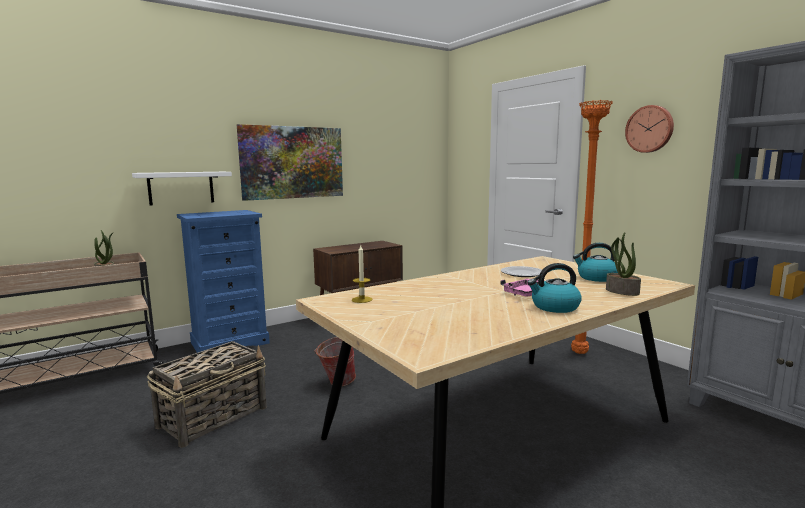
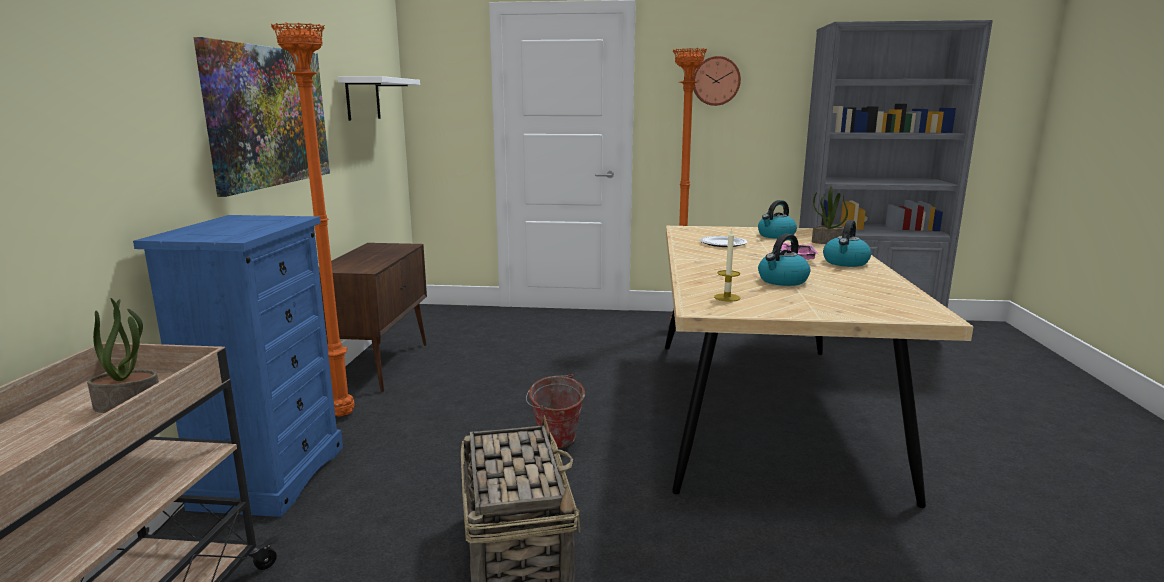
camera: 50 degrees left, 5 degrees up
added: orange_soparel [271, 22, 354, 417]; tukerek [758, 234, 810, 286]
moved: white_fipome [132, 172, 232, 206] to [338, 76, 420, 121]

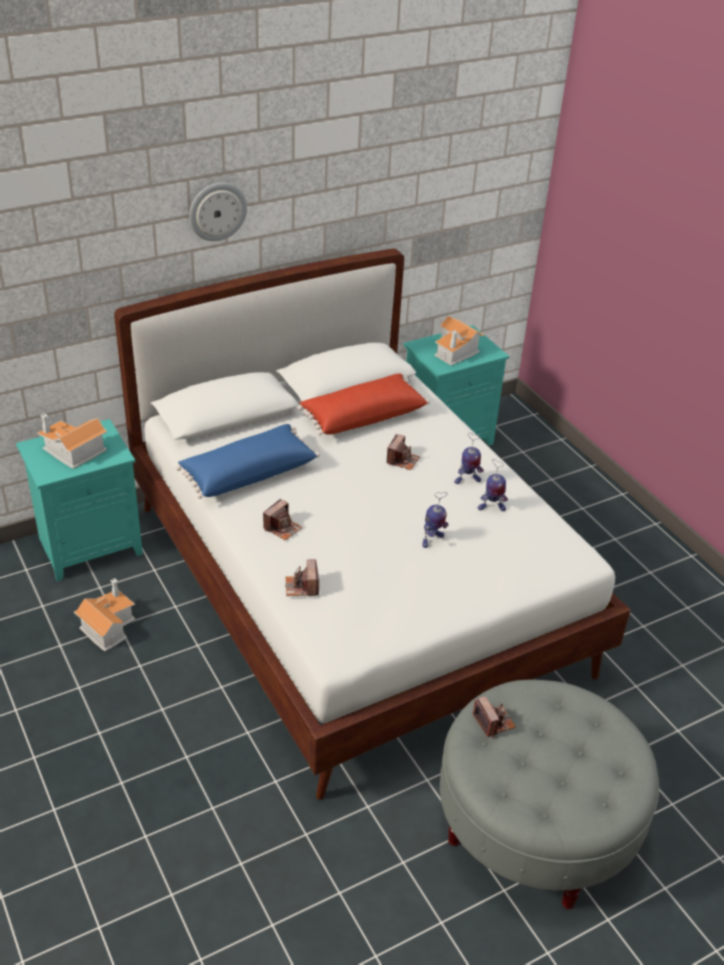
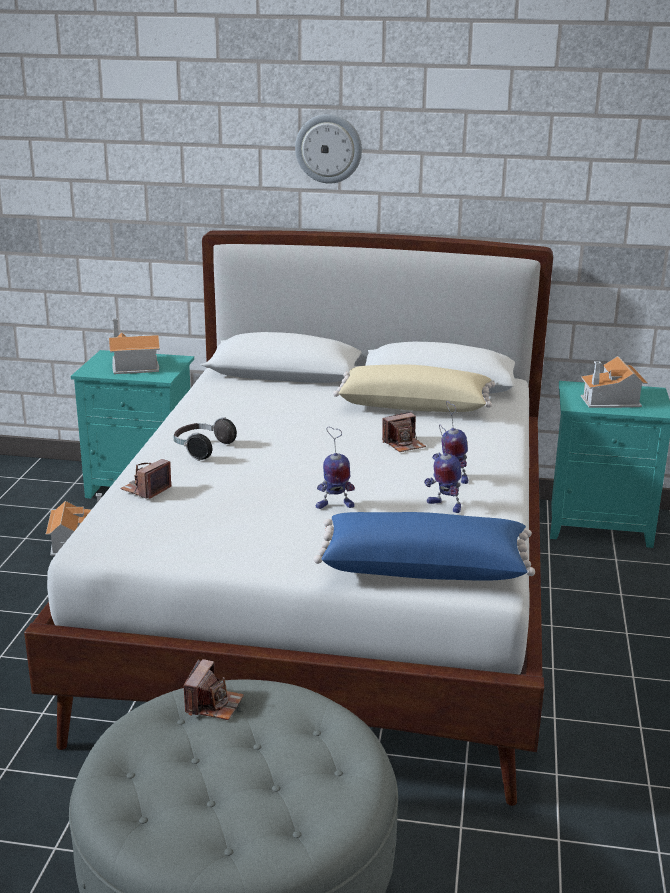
camera: 40 degrees right, 15 degrees down
moved: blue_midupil [176, 424, 320, 499] to [314, 512, 535, 581]
replaced: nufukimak [263, 499, 303, 541] to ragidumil [173, 417, 237, 461]
recoloured: red_midupil [297, 374, 430, 435] to beige_midupil [333, 365, 495, 412]

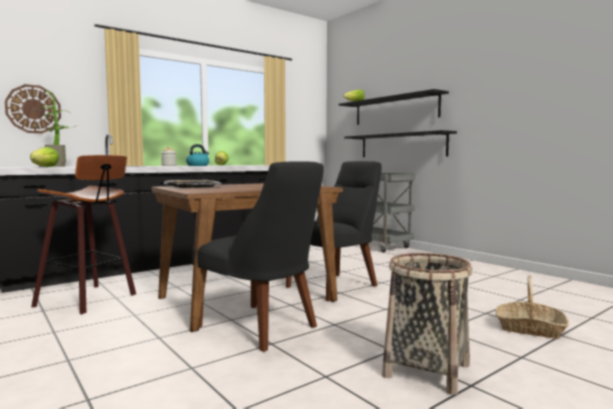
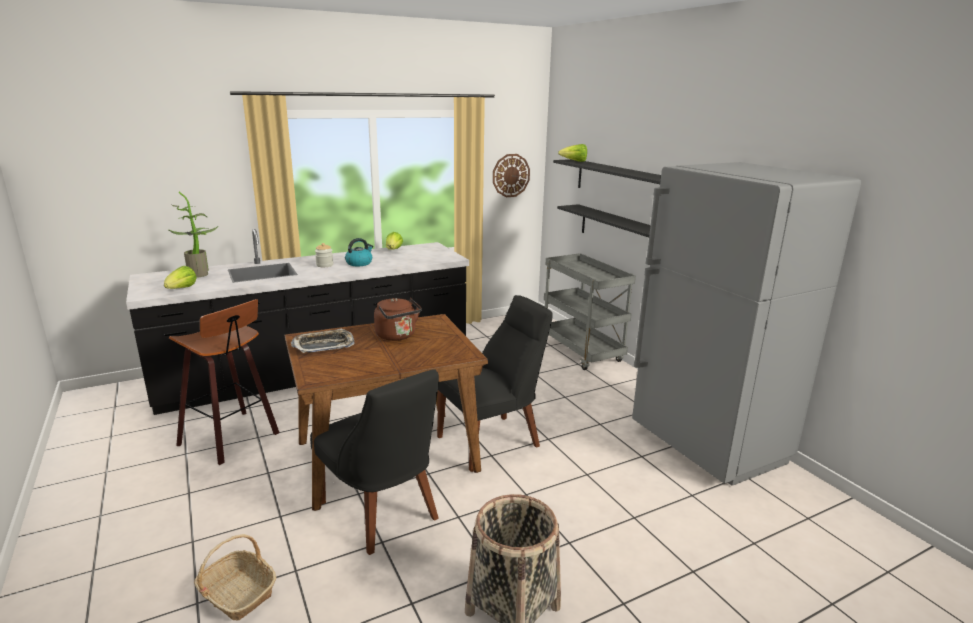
camera: 10 degrees right, 15 degrees up
added: brown_tukerek [374, 298, 422, 341]; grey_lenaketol [632, 162, 861, 486]
moved: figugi [5, 84, 61, 133] to [493, 154, 530, 197]; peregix [495, 275, 569, 339] to [194, 534, 277, 621]

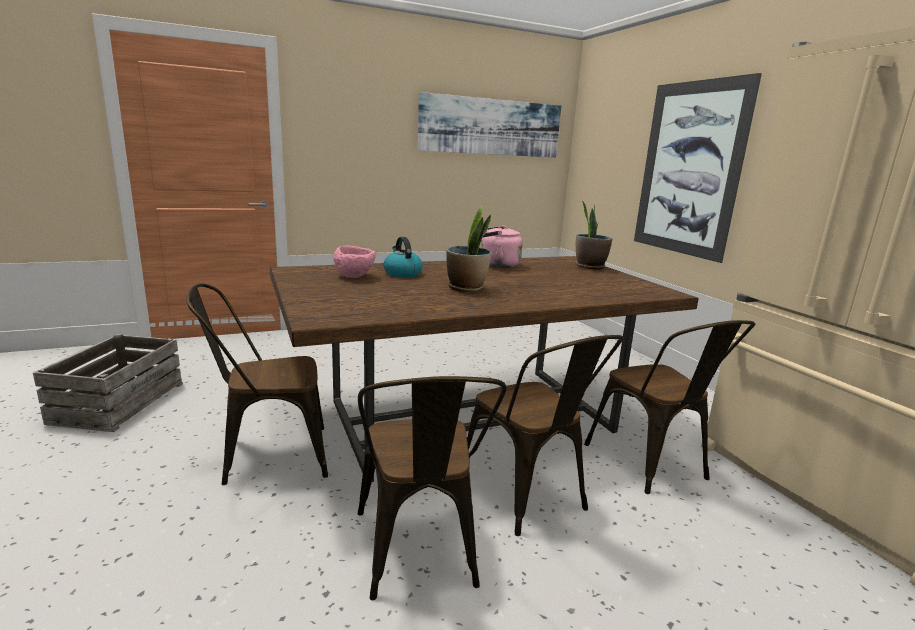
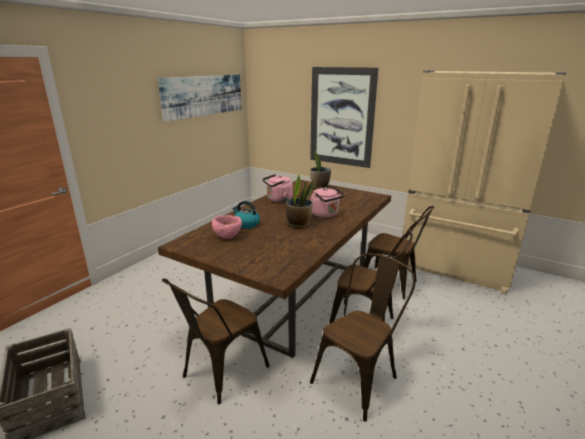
camera: 35 degrees left, 5 degrees up
added: pink_tukerek [311, 188, 345, 218]
turned: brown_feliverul [358, 376, 506, 600] = [310, 253, 415, 422] 90 degrees counterclockwise

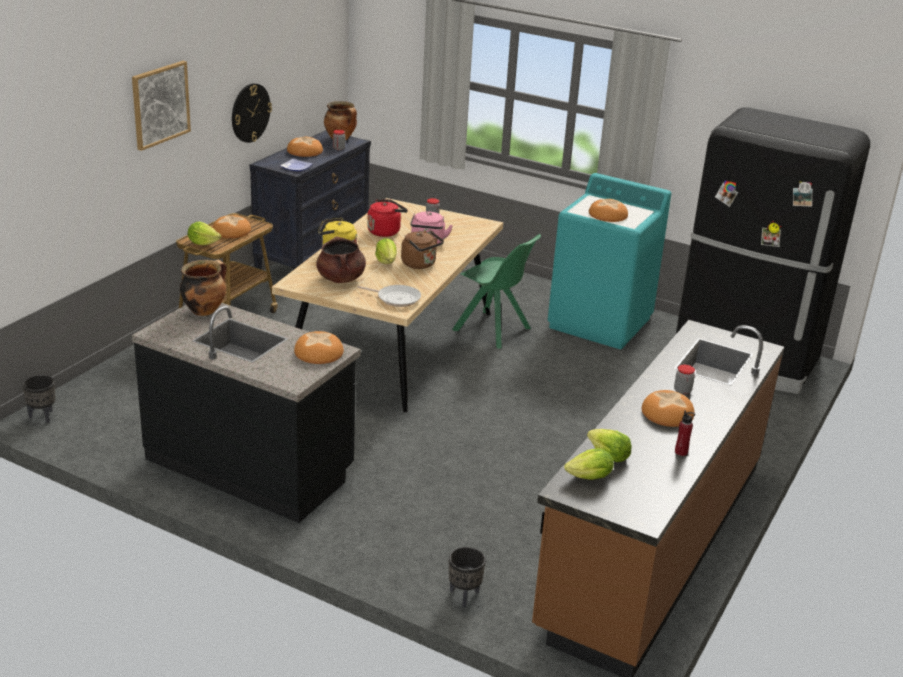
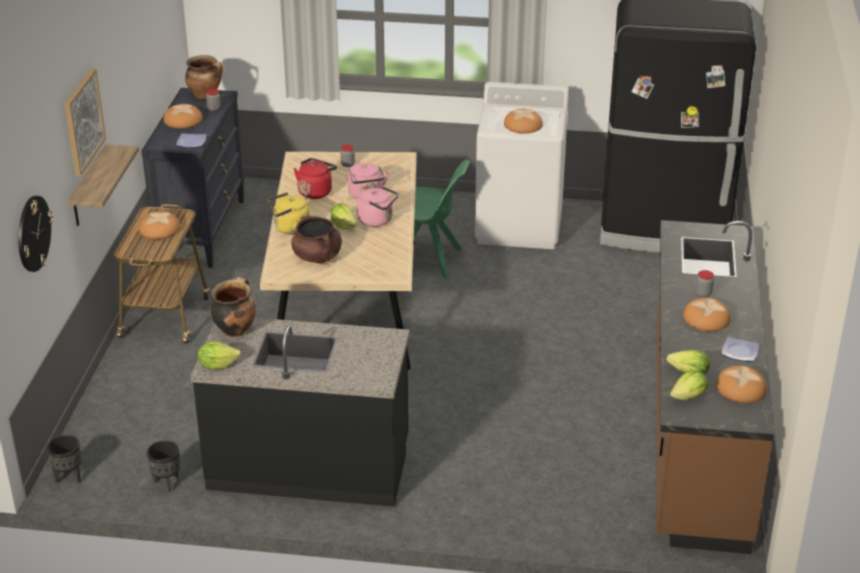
camera: 20 degrees left, 5 degrees up
removed: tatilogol [357, 285, 421, 307]
added: fipome [67, 144, 139, 226]
moved: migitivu [188, 222, 221, 245] to [198, 342, 241, 370]; figugi [232, 83, 272, 143] to [18, 196, 53, 272]; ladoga [294, 331, 344, 364] to [716, 366, 767, 403]; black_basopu [449, 547, 486, 607] to [147, 440, 180, 492]
replaced: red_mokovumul [675, 410, 695, 456] to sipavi [722, 337, 759, 362]
recoloured: brown_tukerek [401, 231, 444, 269] to pink_tukerek [357, 186, 399, 227]; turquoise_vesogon [547, 173, 671, 349] to white_vesogon [475, 82, 569, 249]

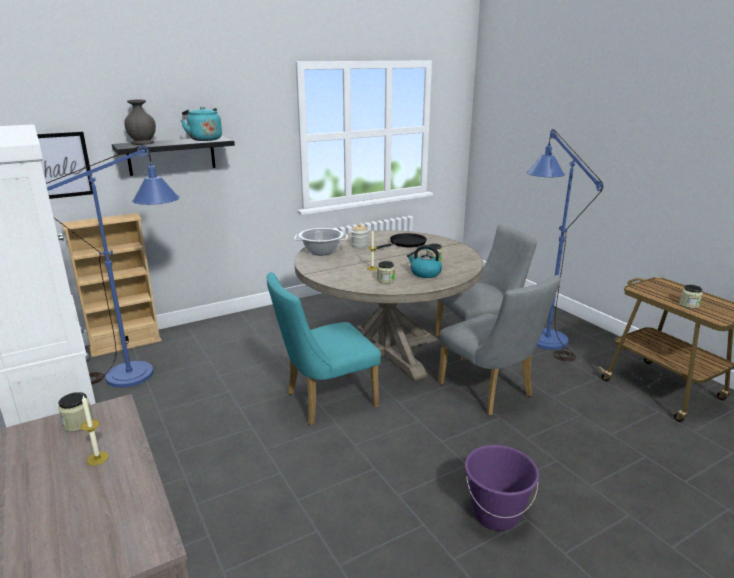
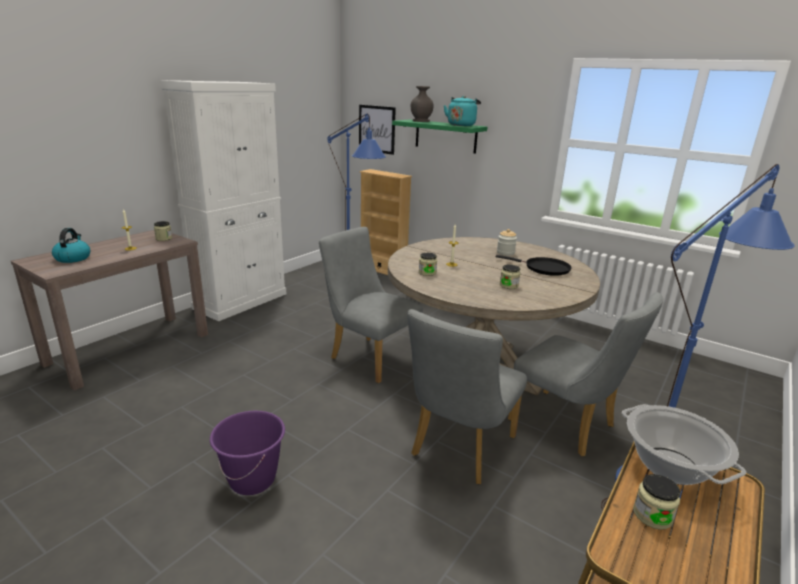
camera: 65 degrees right, 0 degrees up
moved: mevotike [294, 228, 348, 255] to [622, 404, 746, 485]; tukerek [407, 245, 442, 278] to [52, 228, 90, 263]
recoloured: black_fipome [112, 136, 235, 176] to green_fipome [392, 120, 487, 154]; turquoise_feliverul [267, 272, 381, 425] to grey_feliverul [319, 227, 423, 383]

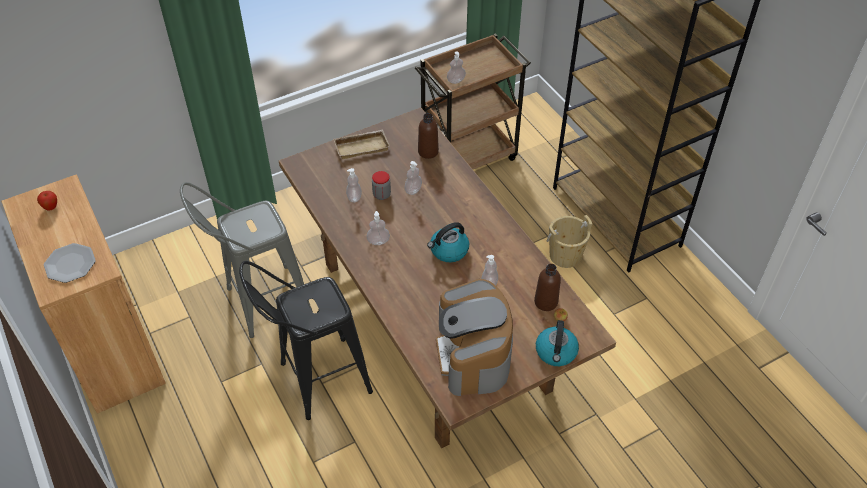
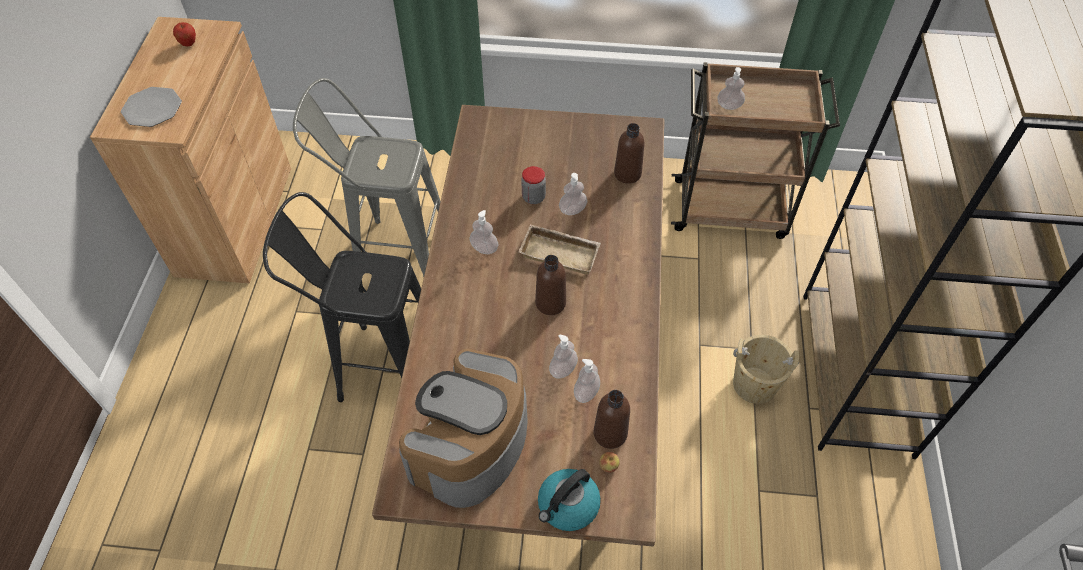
camera: 35 degrees right, 5 degrees up
moved: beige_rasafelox [333, 130, 390, 159] to [519, 224, 601, 275]; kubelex [346, 168, 362, 202] to [574, 359, 600, 403]
replaced: tukerek [427, 222, 469, 262] to brown_mokovumul [535, 255, 566, 315]

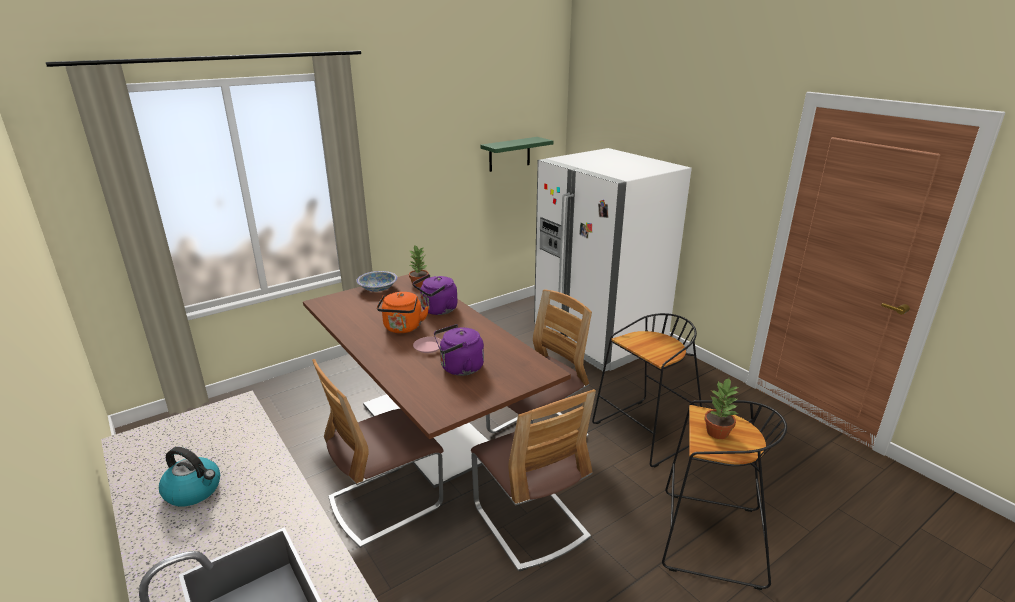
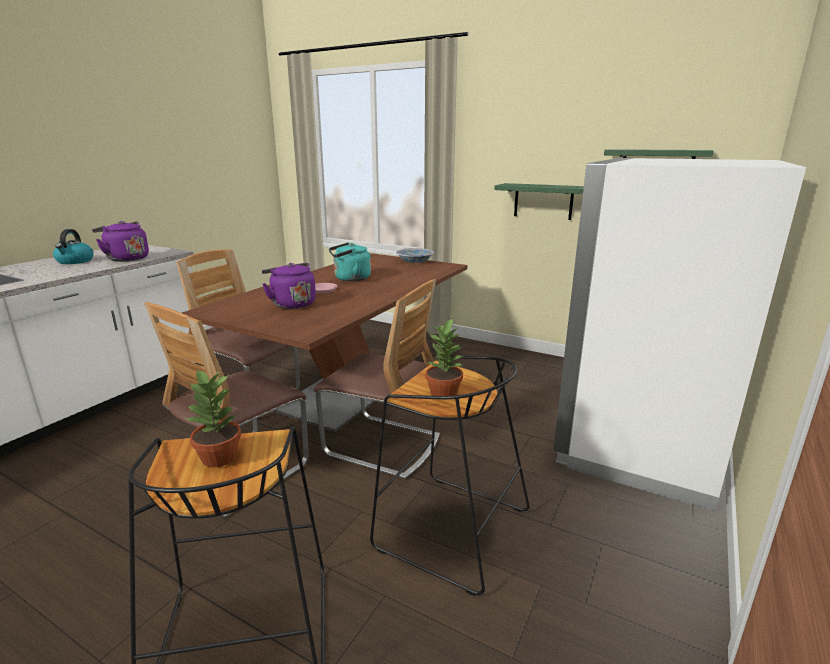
camera: 65 degrees right, 5 degrees down
added: green_fipome [494, 183, 584, 220]
moved: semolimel [409, 246, 429, 287] to [425, 317, 463, 400]; purple_tukerek [413, 274, 457, 315] to [92, 221, 149, 262]
recoloured: orange_tukerek [377, 292, 429, 333] to turquoise_tukerek [329, 242, 371, 282]

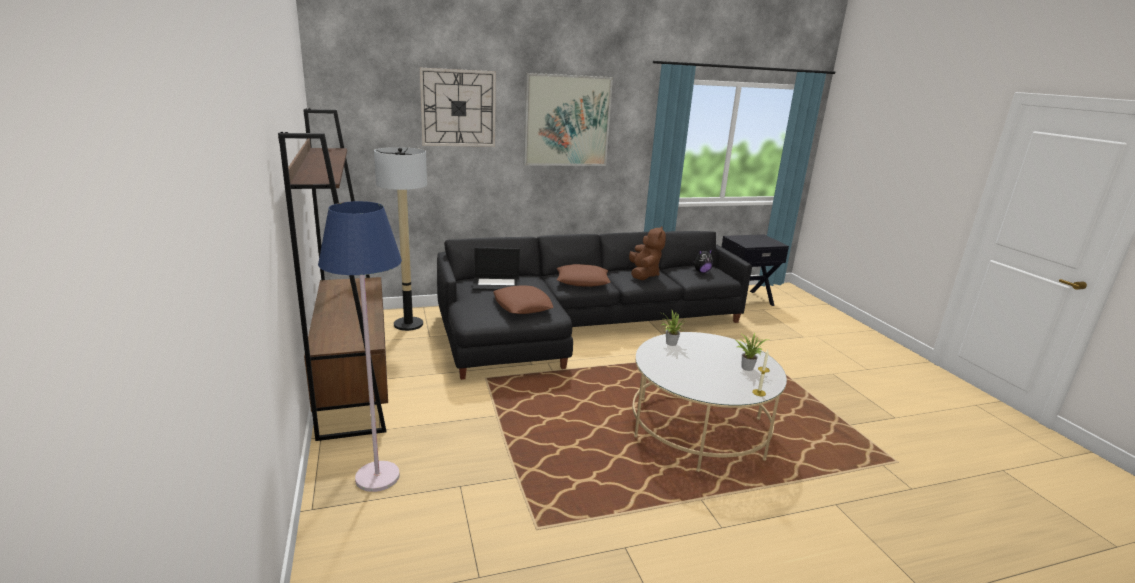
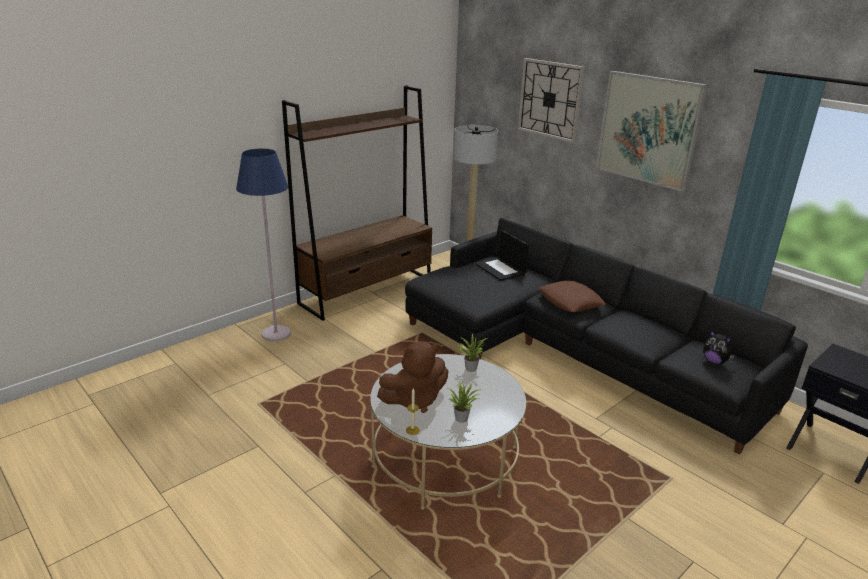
camera: 65 degrees right, 5 degrees up
removed: brown_midupil [493, 285, 553, 314]
moved: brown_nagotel [629, 226, 666, 280] to [377, 341, 448, 413]

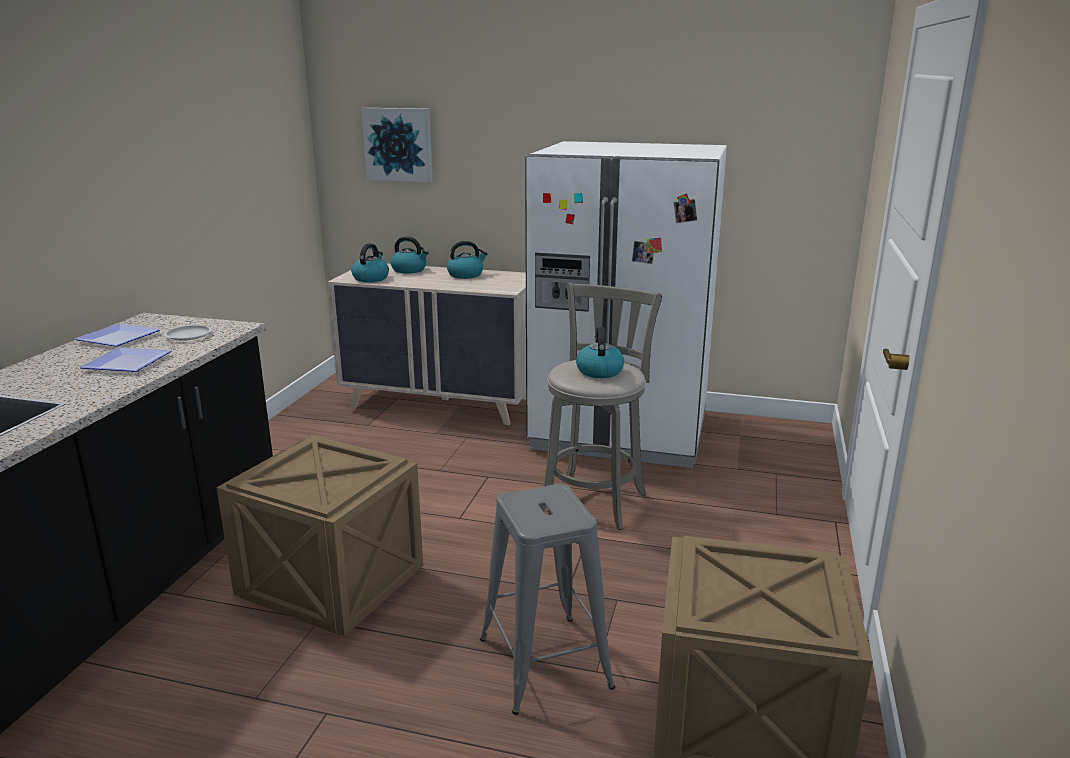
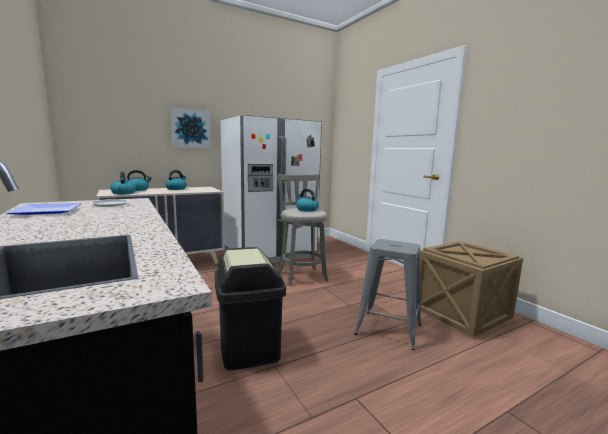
camera: 45 degrees left, 10 degrees down
removed: sipavi [79, 347, 172, 372]
moved: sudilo [362, 108, 433, 182] to [171, 108, 211, 148]
replaced: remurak [216, 435, 423, 636] to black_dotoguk [215, 247, 286, 370]

